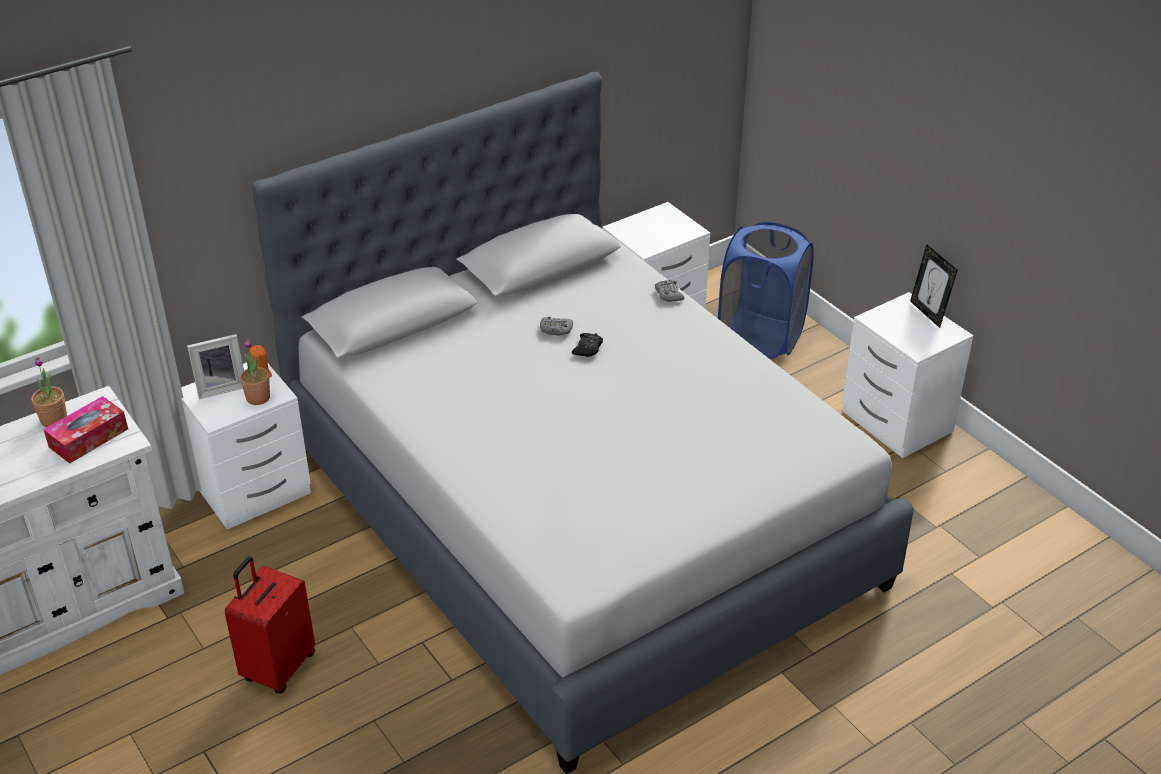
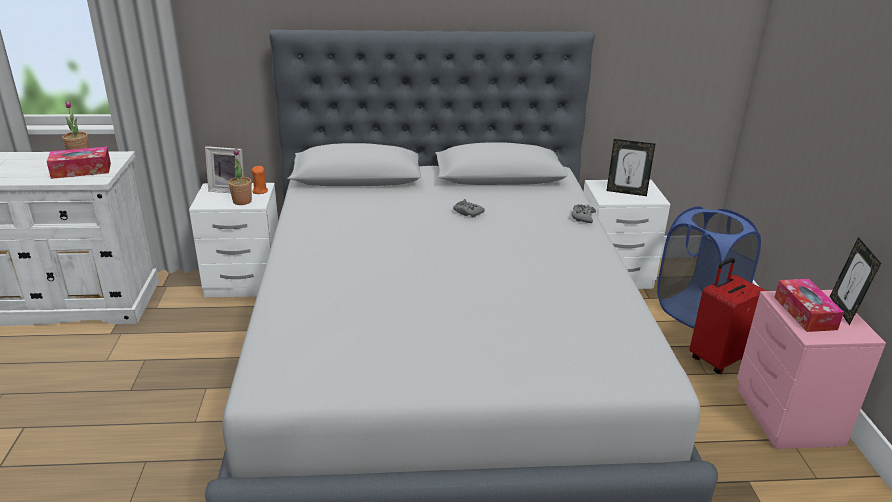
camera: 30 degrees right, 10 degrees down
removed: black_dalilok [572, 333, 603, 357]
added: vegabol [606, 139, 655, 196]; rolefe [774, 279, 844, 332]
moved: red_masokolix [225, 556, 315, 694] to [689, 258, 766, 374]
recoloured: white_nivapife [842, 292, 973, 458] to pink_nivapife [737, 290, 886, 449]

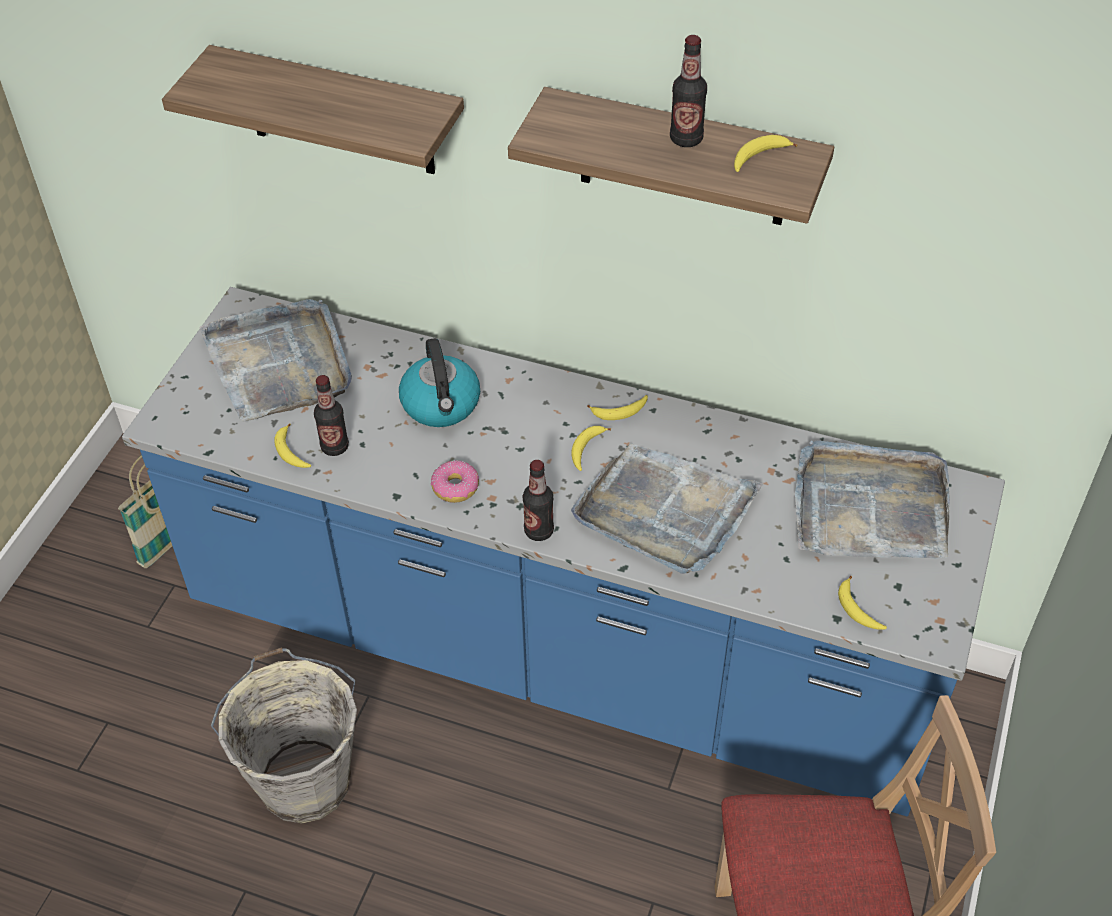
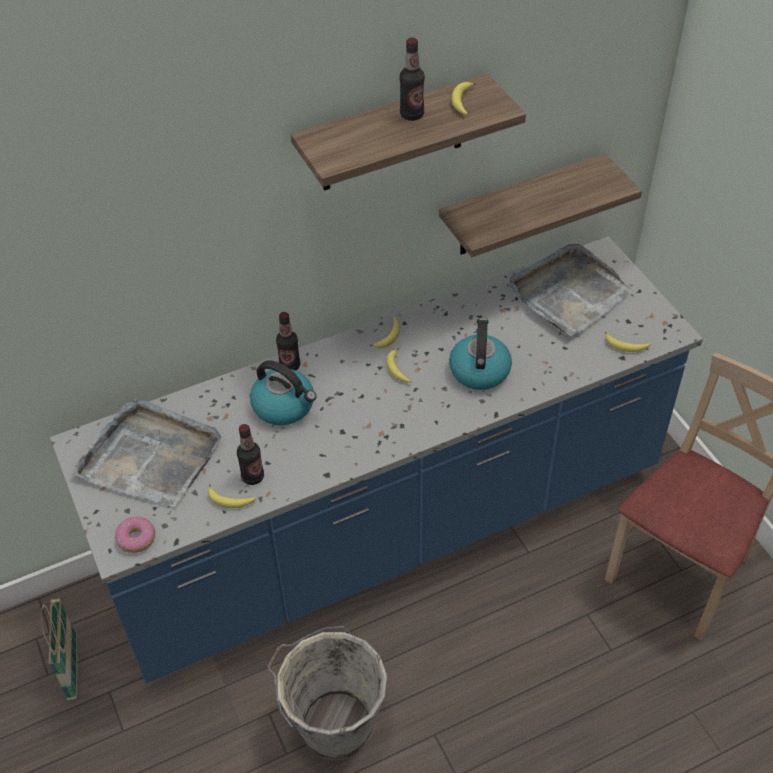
camera: 45 degrees left, 0 degrees up
moved: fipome [162, 45, 464, 174] to [439, 153, 642, 257]; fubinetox [431, 460, 479, 503] to [115, 517, 155, 553]; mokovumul [523, 460, 554, 541] to [276, 312, 300, 370]
replaced: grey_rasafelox [571, 443, 763, 574] to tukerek [449, 318, 512, 390]

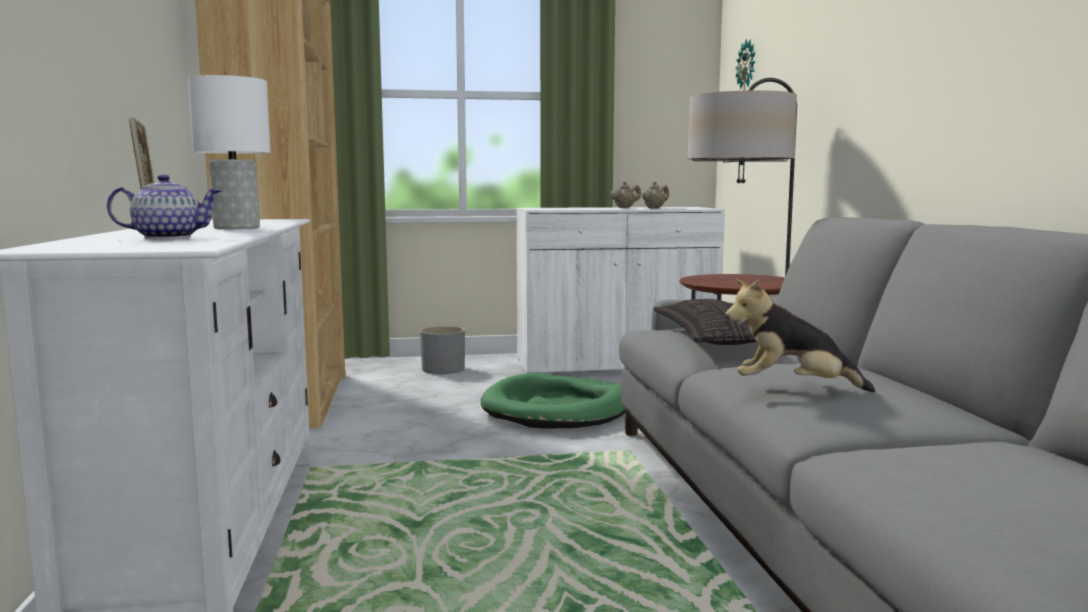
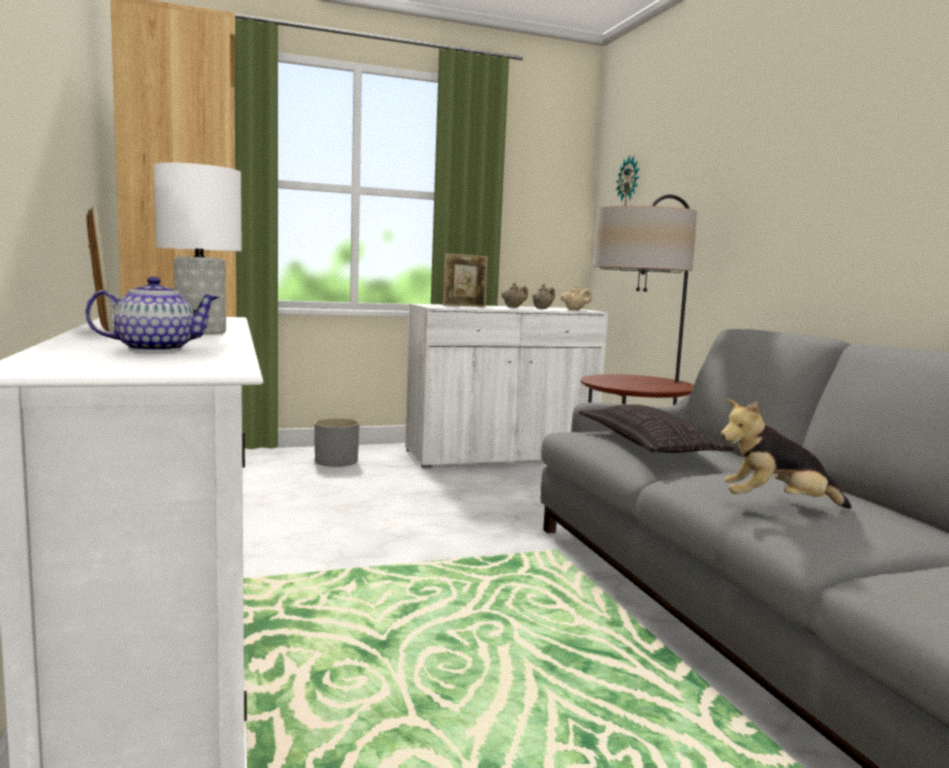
camera: 10 degrees left, 0 degrees up
removed: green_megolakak [481, 373, 626, 429]
added: vegabol [443, 253, 488, 307]; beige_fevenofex [560, 285, 592, 310]

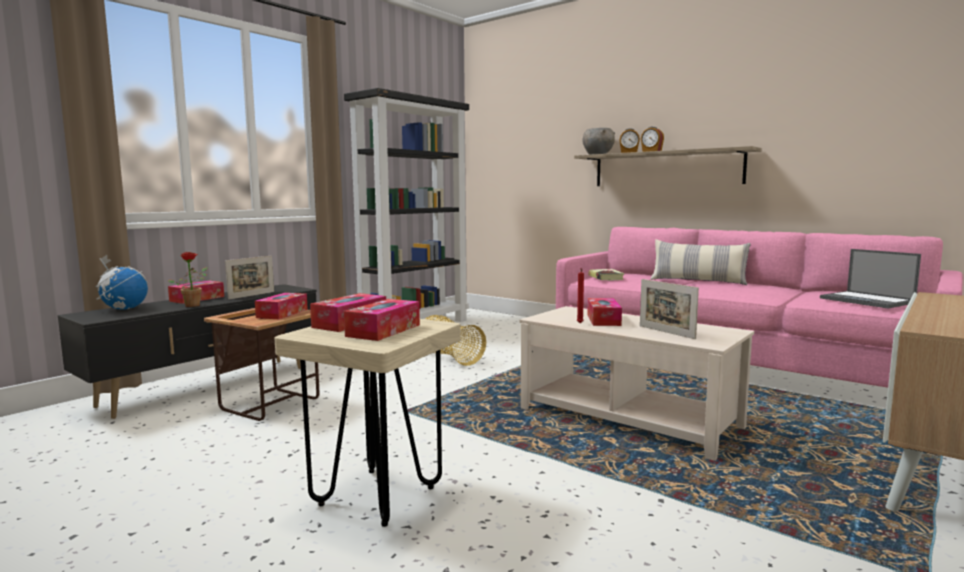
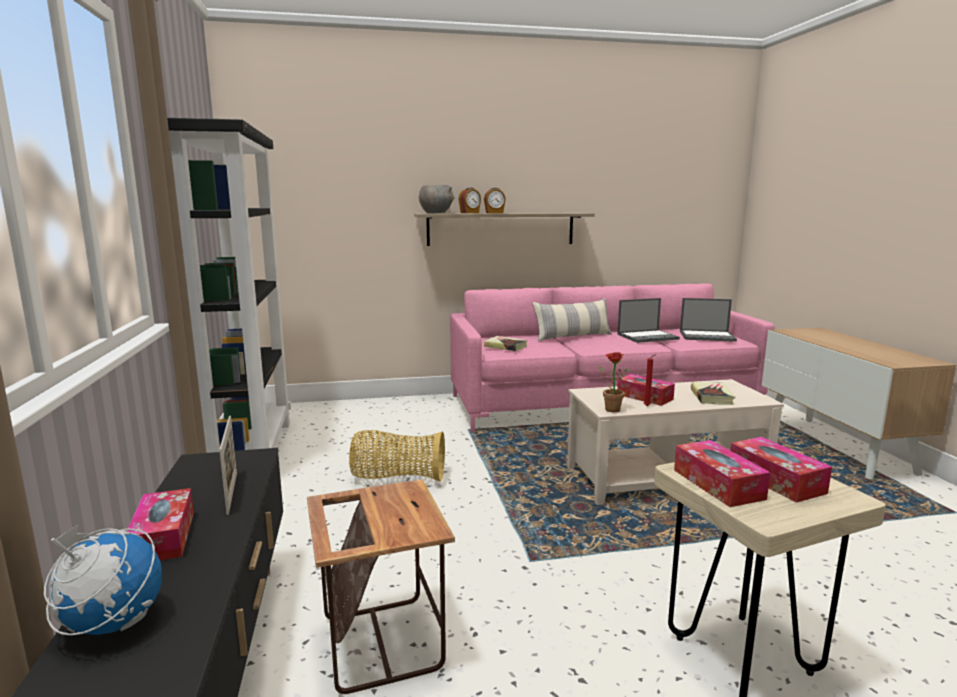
camera: 50 degrees left, 5 degrees up
removed: rolefe [255, 293, 308, 319]
added: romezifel [617, 298, 680, 343]
moved: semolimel [168, 252, 208, 307] to [598, 352, 629, 412]
replaced: vegabol [640, 279, 699, 339] to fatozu [691, 382, 735, 405]

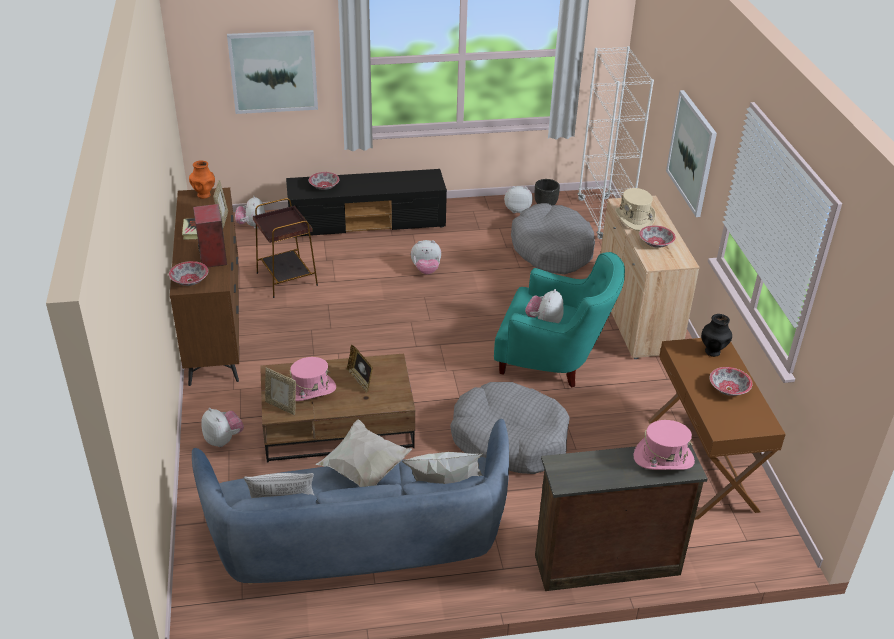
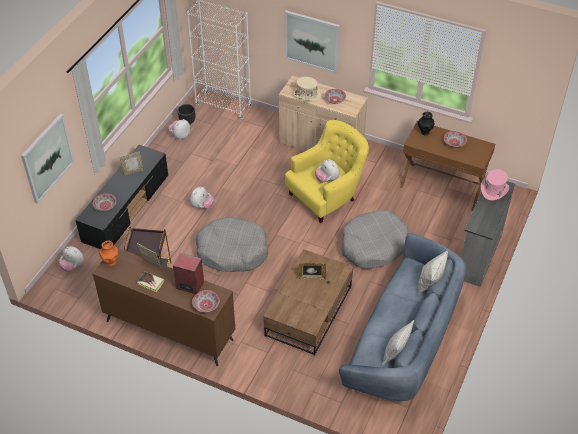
camera: 55 degrees left, 10 degrees up
removed: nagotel [201, 408, 244, 447]; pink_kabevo [290, 357, 336, 401]; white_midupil [315, 419, 412, 487]
moved: vegabol [265, 367, 296, 415] to [120, 151, 143, 176]; grey_megolakak [511, 203, 595, 274] to [196, 217, 268, 272]
recoloured: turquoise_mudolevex [494, 252, 625, 387] to yellow_mudolevex [285, 120, 369, 223]; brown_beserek [535, 444, 708, 591] to grey_beserek [461, 181, 515, 287]

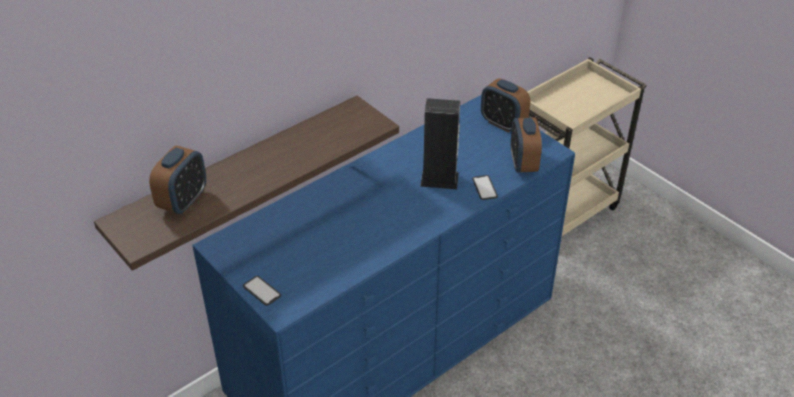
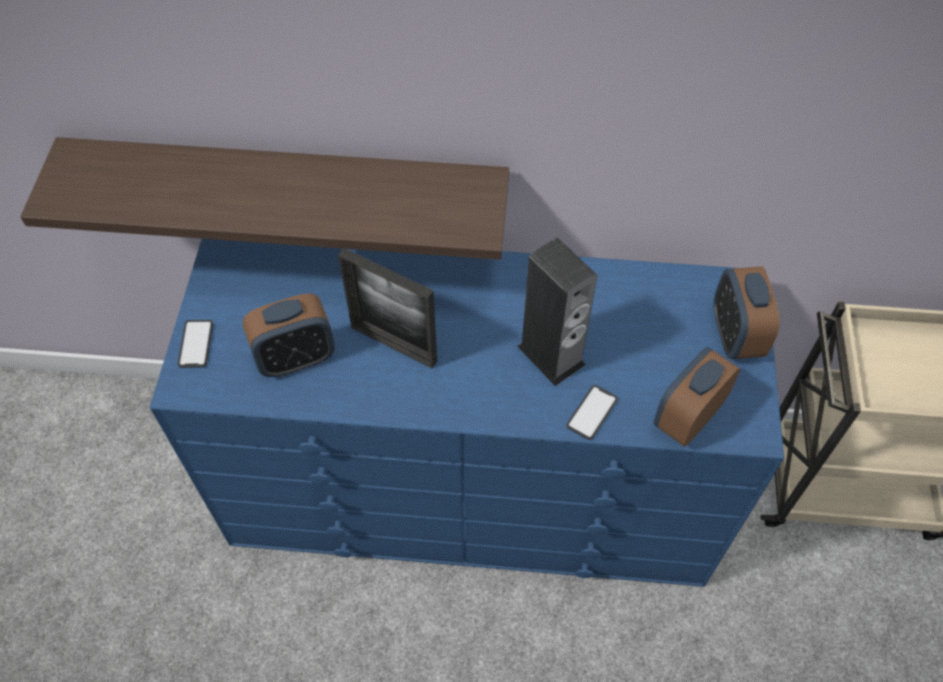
camera: 45 degrees right, 15 degrees up
added: vegabol [338, 248, 437, 369]
moved: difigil [149, 146, 206, 214] to [243, 293, 335, 377]

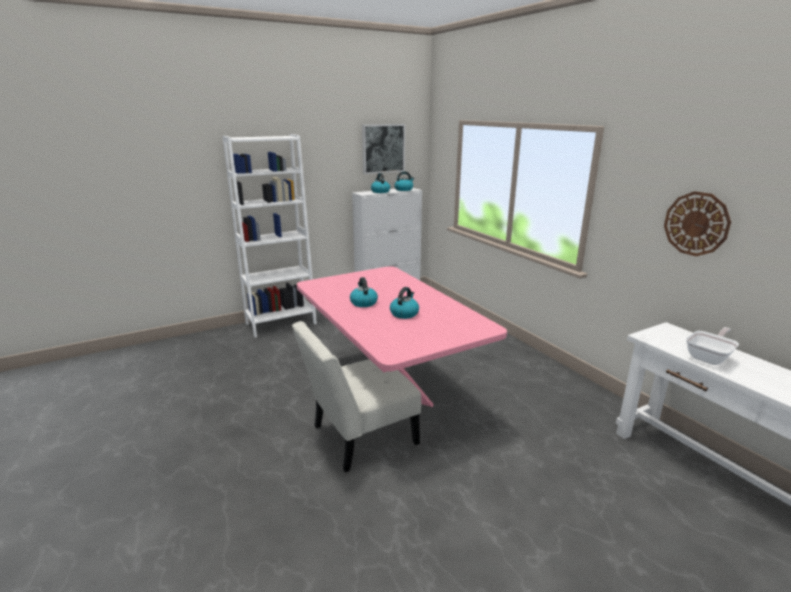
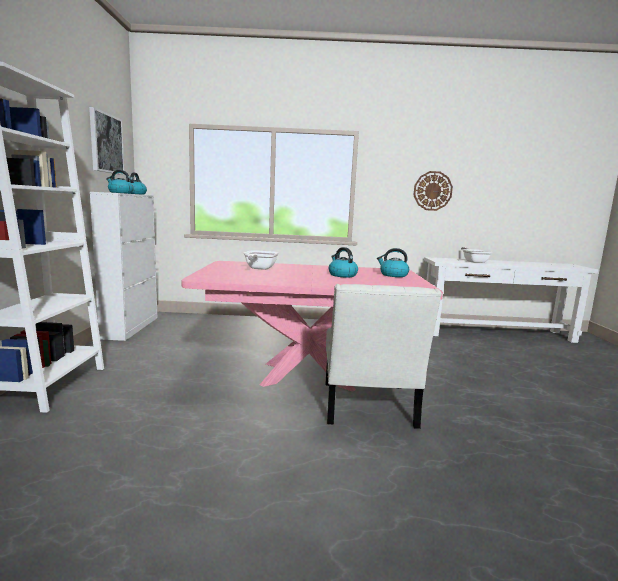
camera: 60 degrees left, 10 degrees down
added: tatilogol [244, 250, 279, 270]
moved: tukerek [350, 277, 378, 307] to [377, 248, 409, 277]

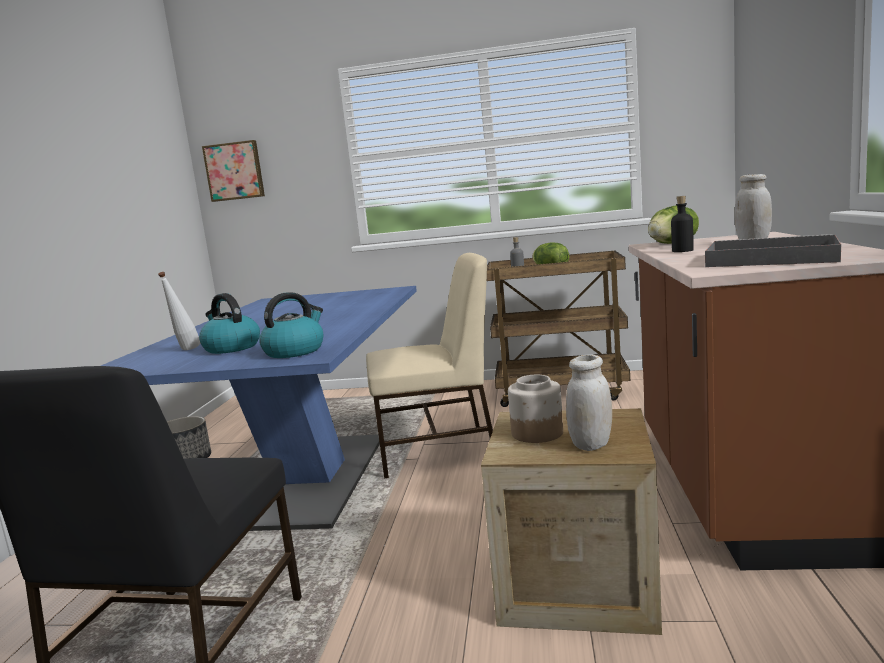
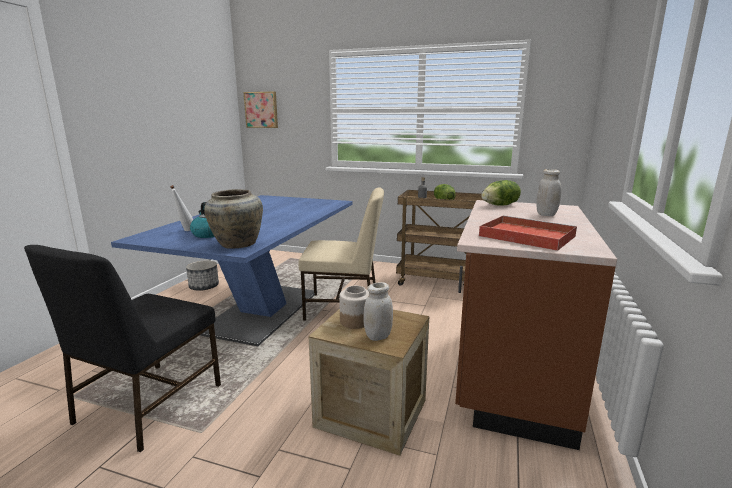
camera: 10 degrees right, 5 degrees up
removed: black_mokovumul [671, 196, 694, 252]
replaced: tukerek [259, 292, 323, 358] to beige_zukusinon [204, 189, 263, 249]
recoloured: grey_rasafelox [705, 234, 841, 267] to red_rasafelox [479, 215, 577, 251]

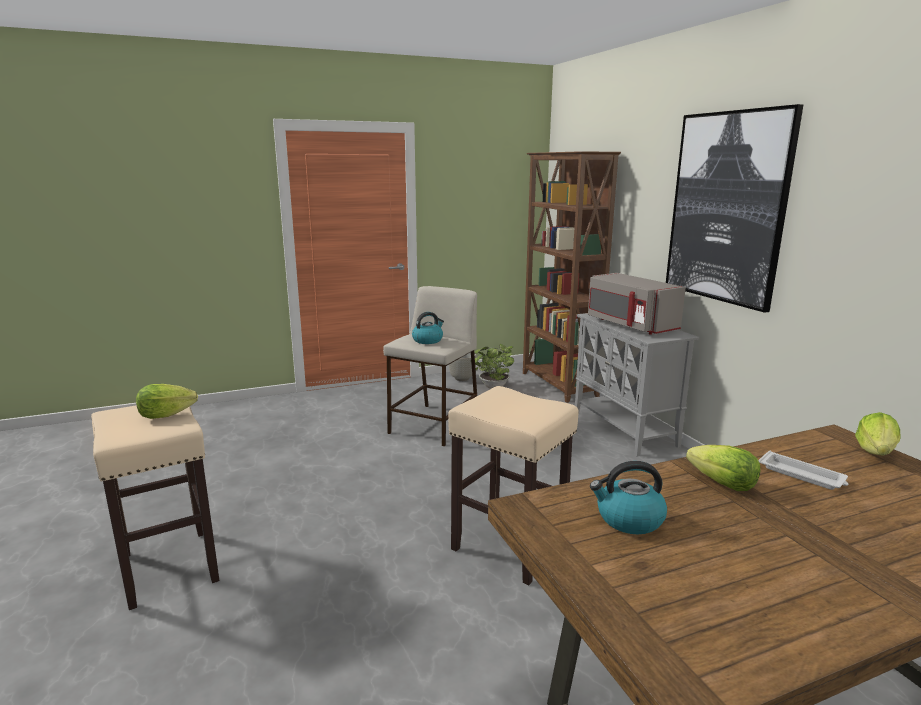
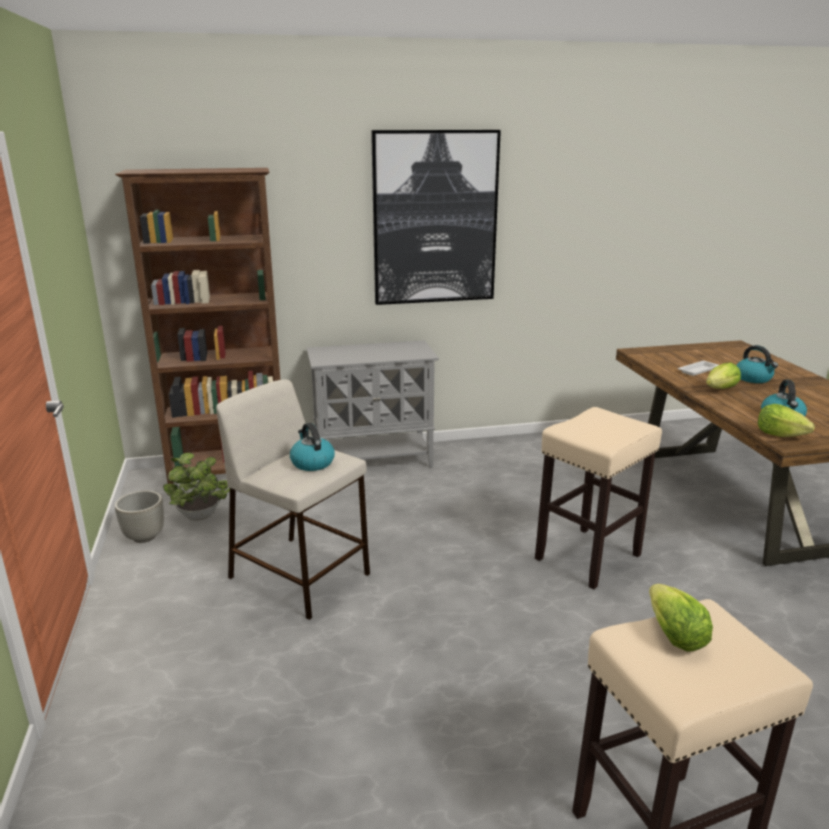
camera: 80 degrees left, 5 degrees up
removed: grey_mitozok [588, 273, 686, 335]
added: tukerek [736, 345, 778, 383]
moved: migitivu [855, 412, 900, 456] to [758, 404, 815, 437]

